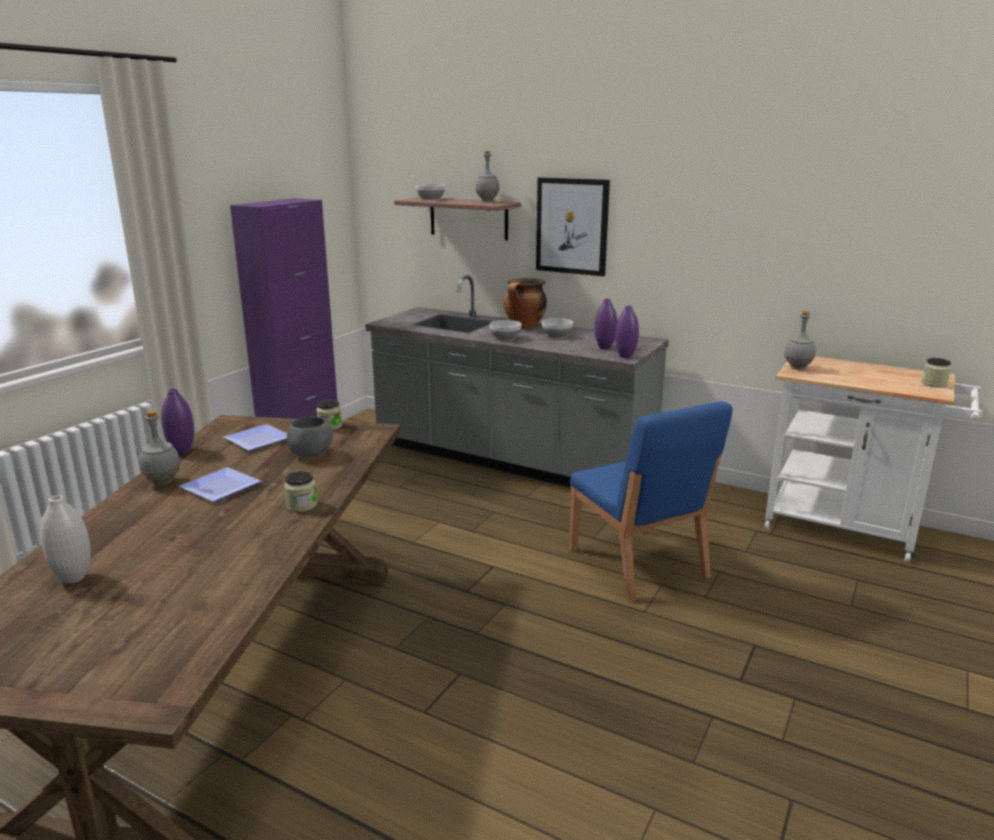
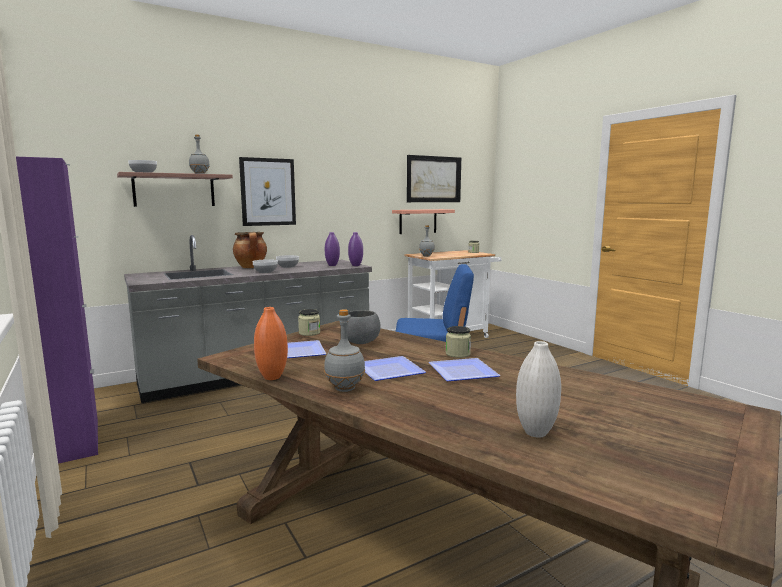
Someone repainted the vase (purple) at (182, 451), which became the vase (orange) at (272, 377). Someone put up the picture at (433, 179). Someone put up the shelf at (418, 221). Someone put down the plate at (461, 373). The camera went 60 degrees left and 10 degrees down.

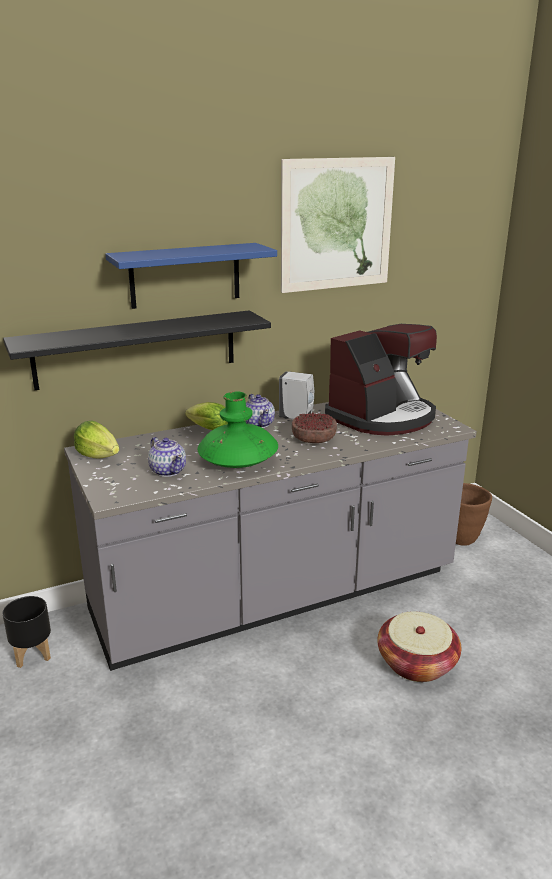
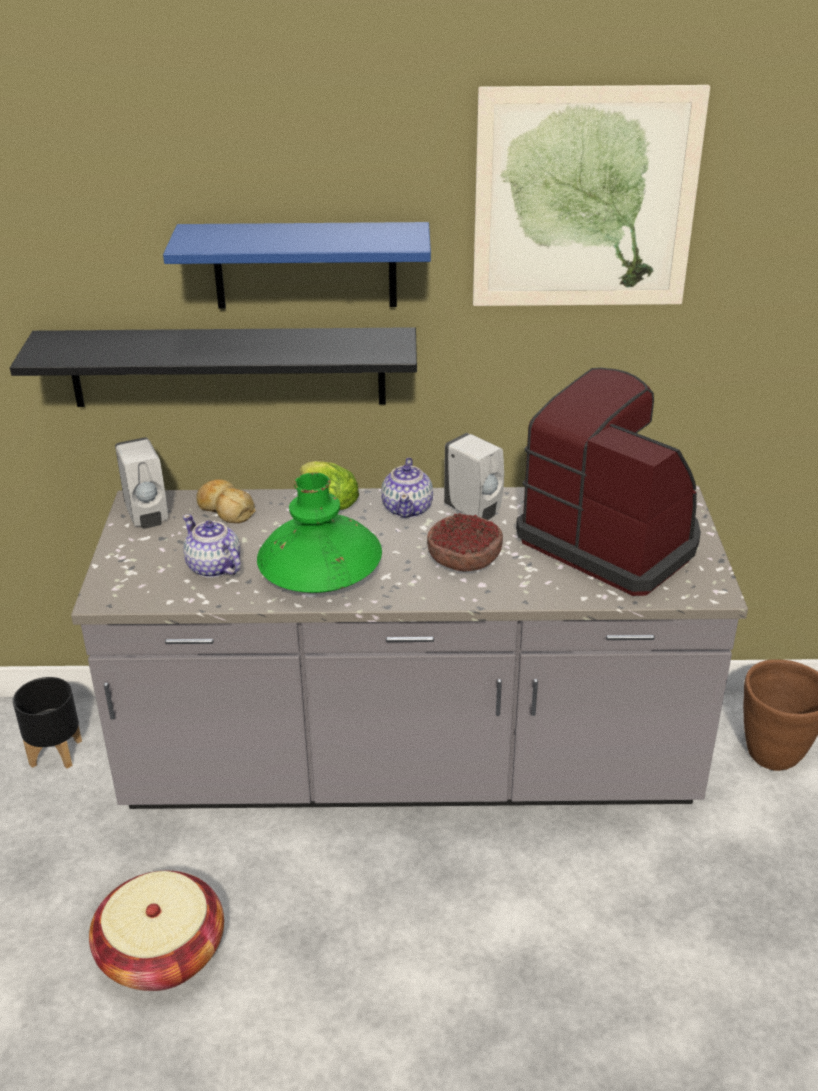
Someone rotated the coffee machine at (382, 417) by 120 degrees counterclockwise. Someone swapped the lettuce at (98, 456) for the soap dispenser (white) at (147, 517). Someone rotated the teapot at (168, 471) by 150 degrees clockwise. Someone carried the basket from (416, 663) to (162, 953). Someone put down the bread at (225, 509). The camera went 25 degrees right and 10 degrees up.

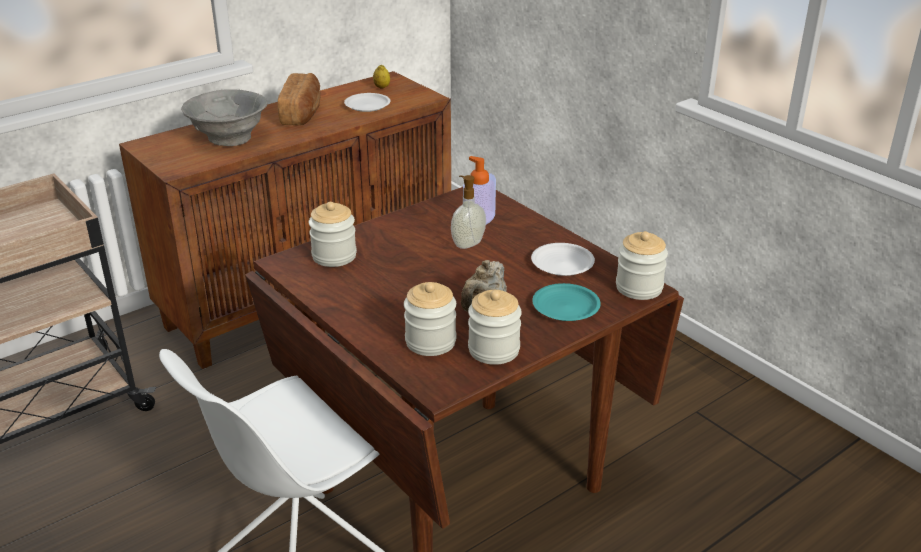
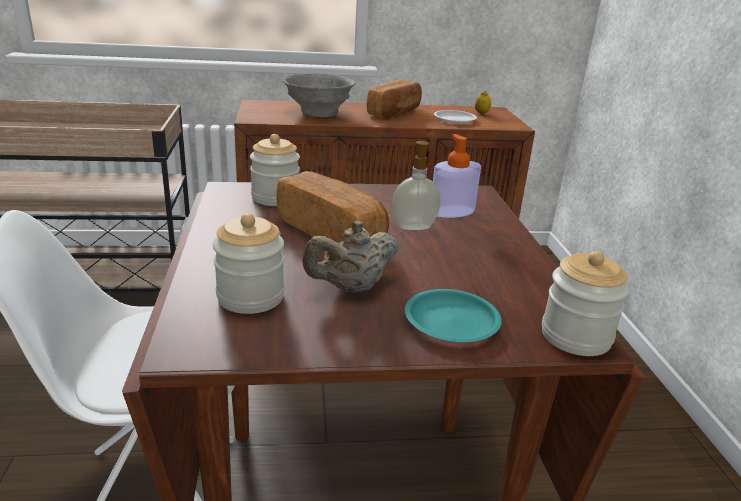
Someone took away the plate (white) at (562, 263). Someone took away the jar at (494, 350). Someone put down the bread at (332, 233). The camera went 30 degrees right and 5 degrees down.

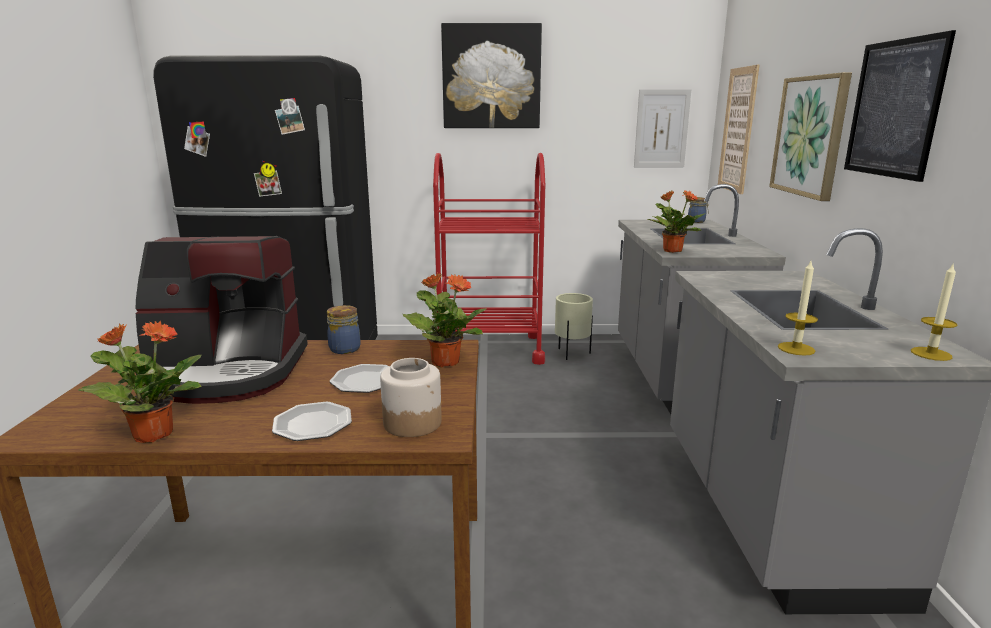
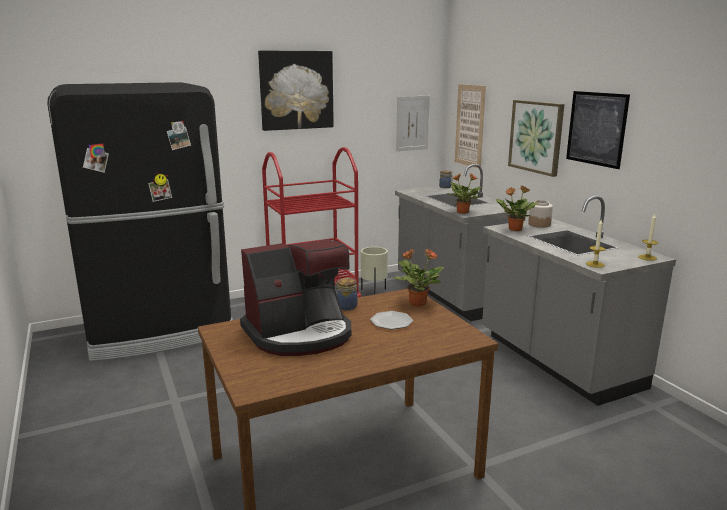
Someone carried the potted plant from (152, 434) to (514, 229). Someone carried the jar from (412, 422) to (539, 224). Someone took away the plate at (313, 424). The camera went 25 degrees left and 0 degrees up.

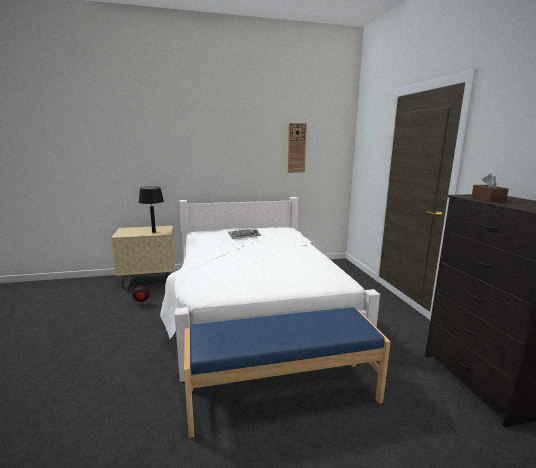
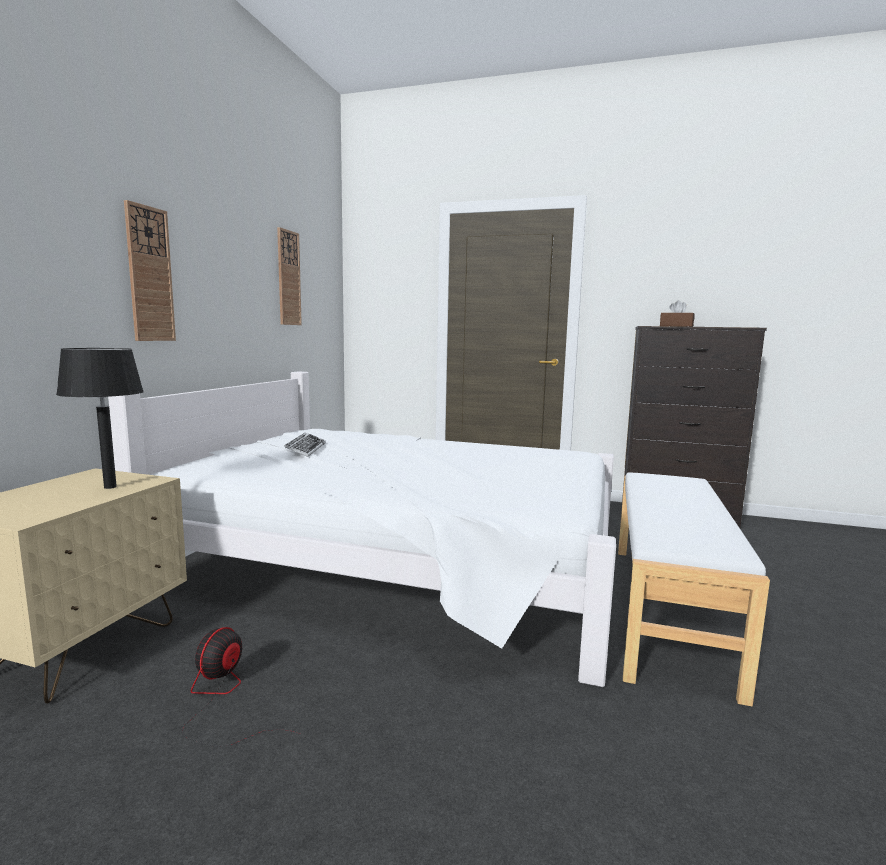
Someone repainted the bench (blue) at (282, 394), which became the bench (white) at (666, 609). Someone put up the wall clock at (149, 274). The camera went 60 degrees left and 5 degrees down.

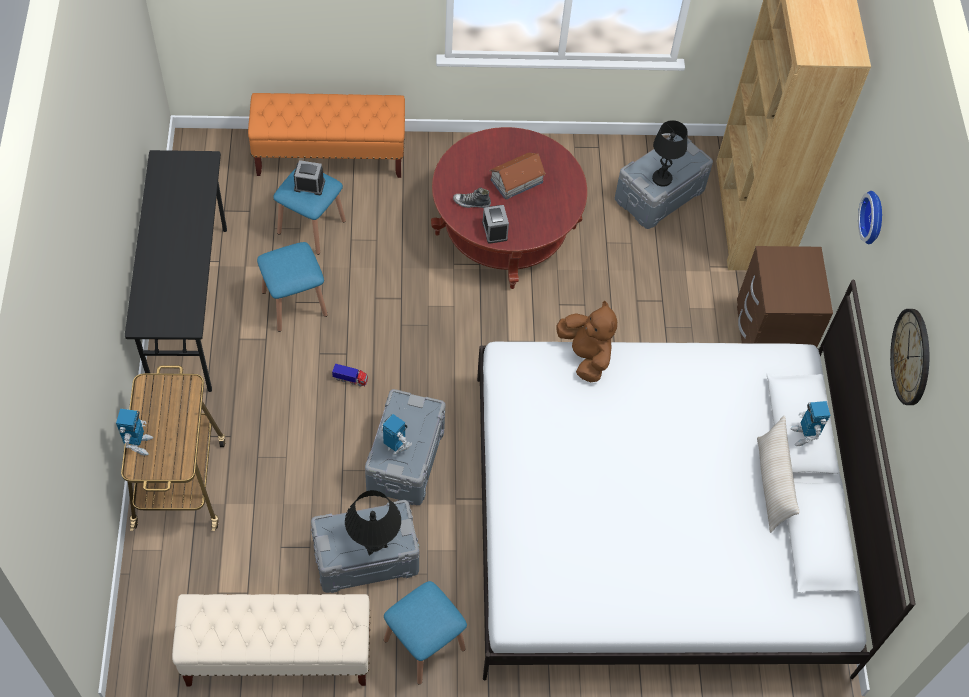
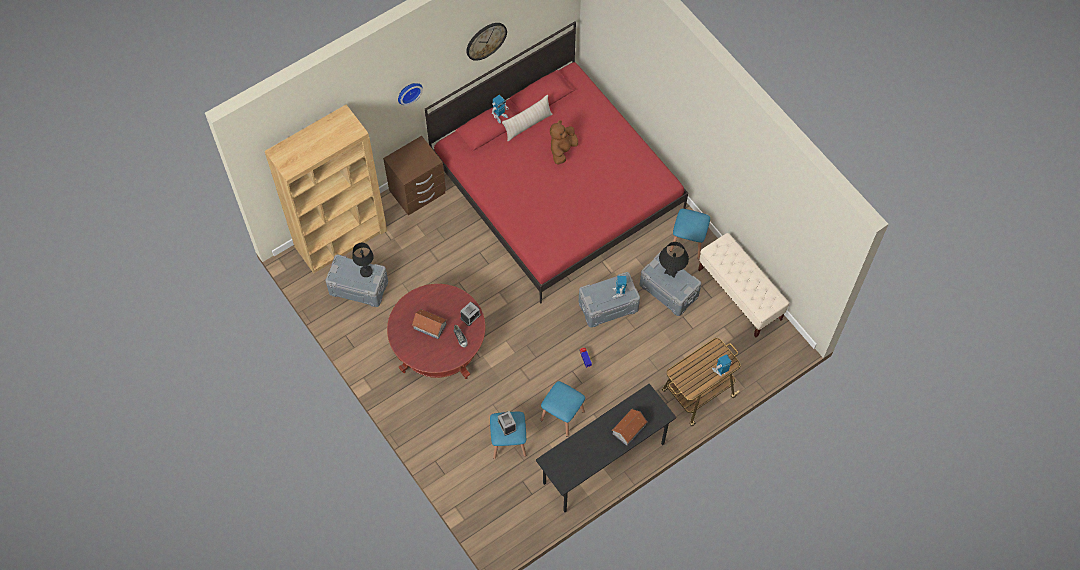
Someone took away the bench (orange) at (330, 156). Someone repainted the bed (white) at (656, 521), which became the bed (red) at (557, 187). Someone carried the plush toy (brown) from (585, 355) to (562, 150). Someone put down the toy house at (628, 429). The camera went 120 degrees left and 5 degrees up.

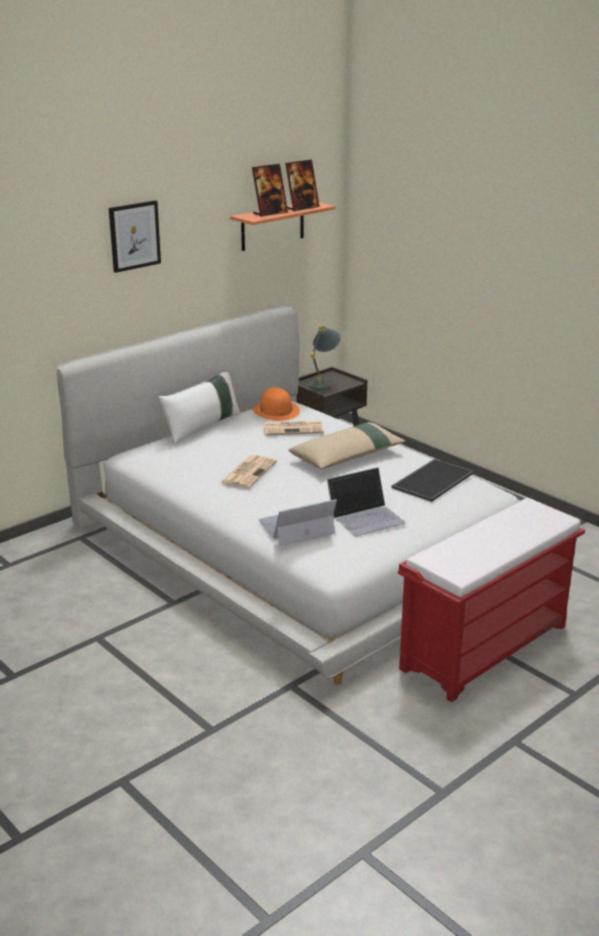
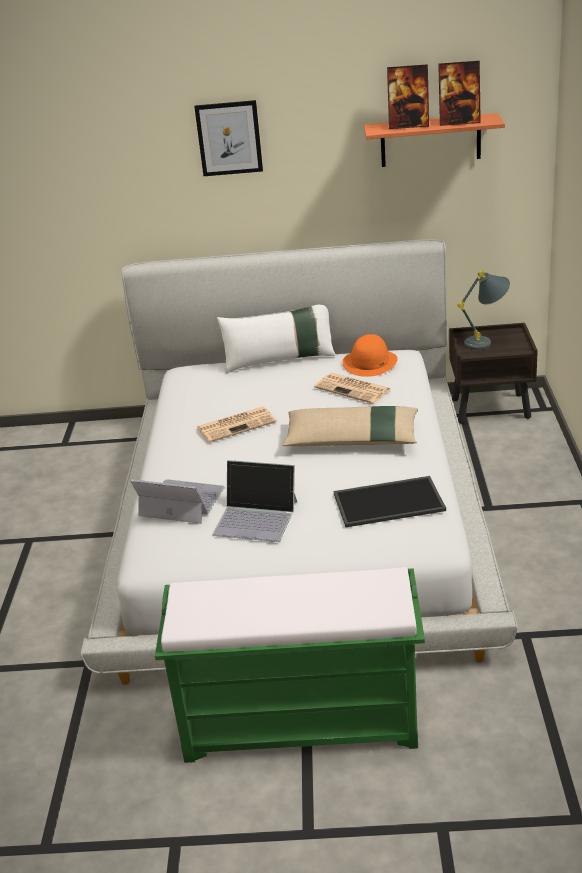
Someone repainted the bench (red) at (485, 646), which became the bench (green) at (302, 722). The camera went 45 degrees right and 5 degrees up.

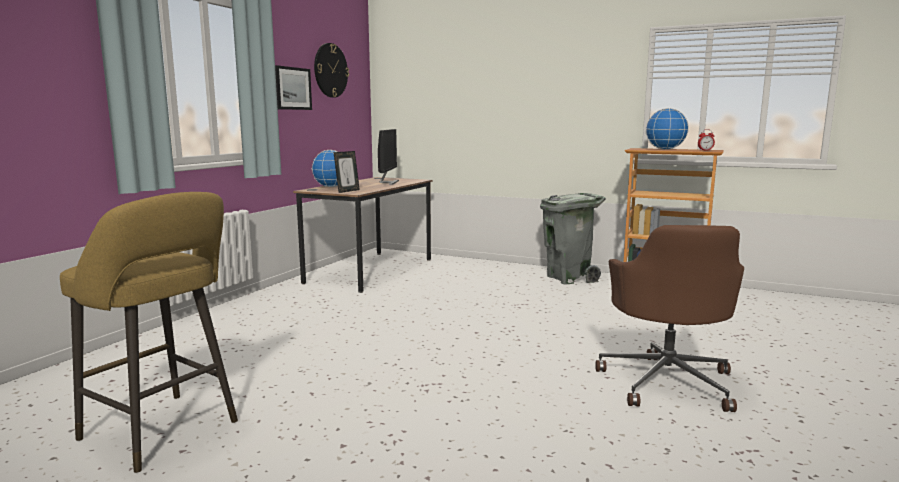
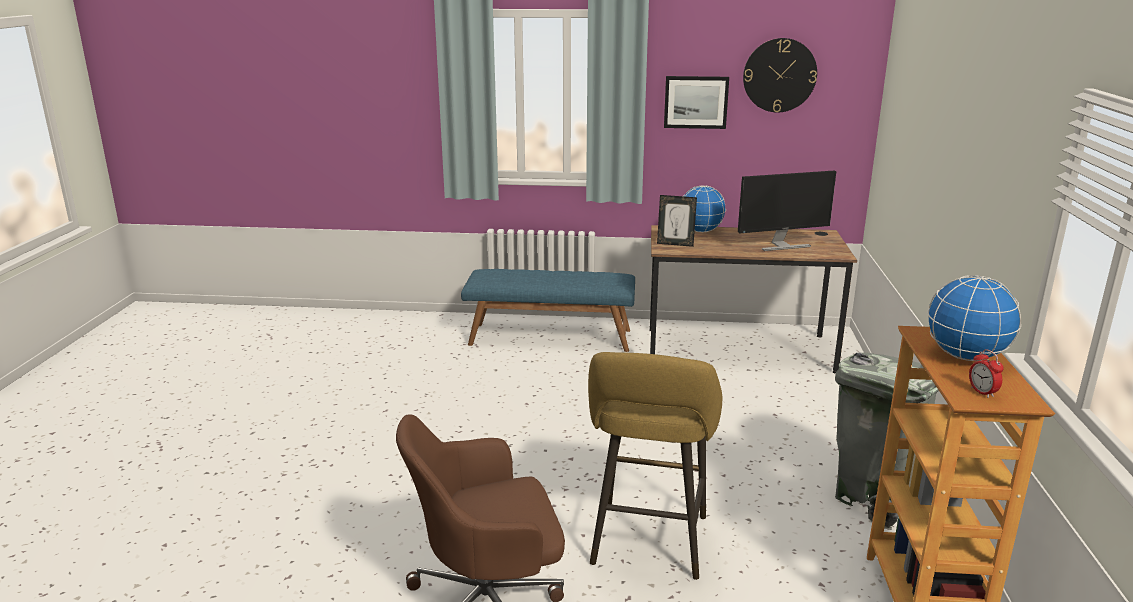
Someone carried the stool (yellow) from (164, 432) to (648, 545). Someone put down the bench (blue) at (550, 337). The camera went 70 degrees right and 10 degrees up.

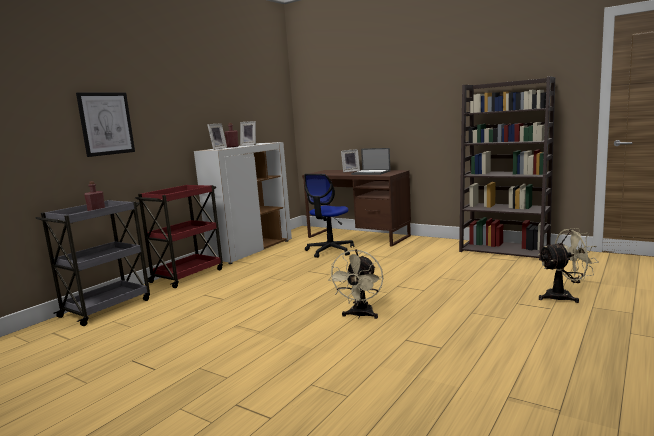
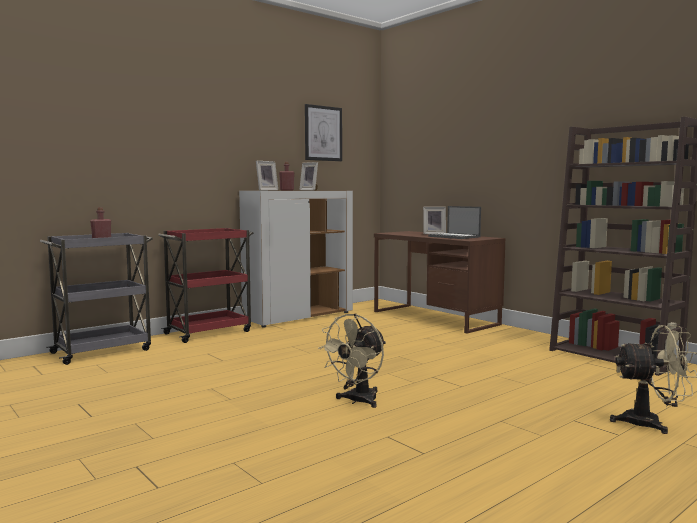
Someone carried the picture from (106, 123) to (323, 133). Someone took away the office chair at (330, 251). The camera went 15 degrees right and 5 degrees down.

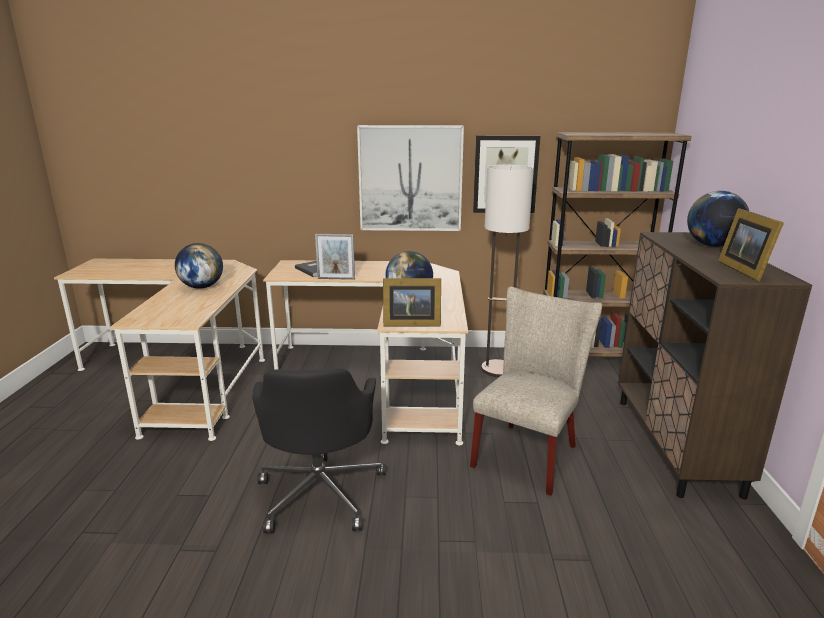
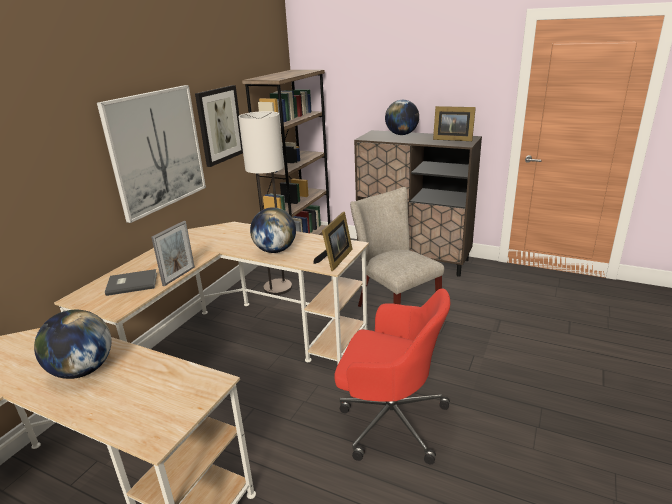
Someone repainted the office chair (black) at (321, 491), which became the office chair (red) at (390, 419). The camera went 65 degrees left and 5 degrees up.

